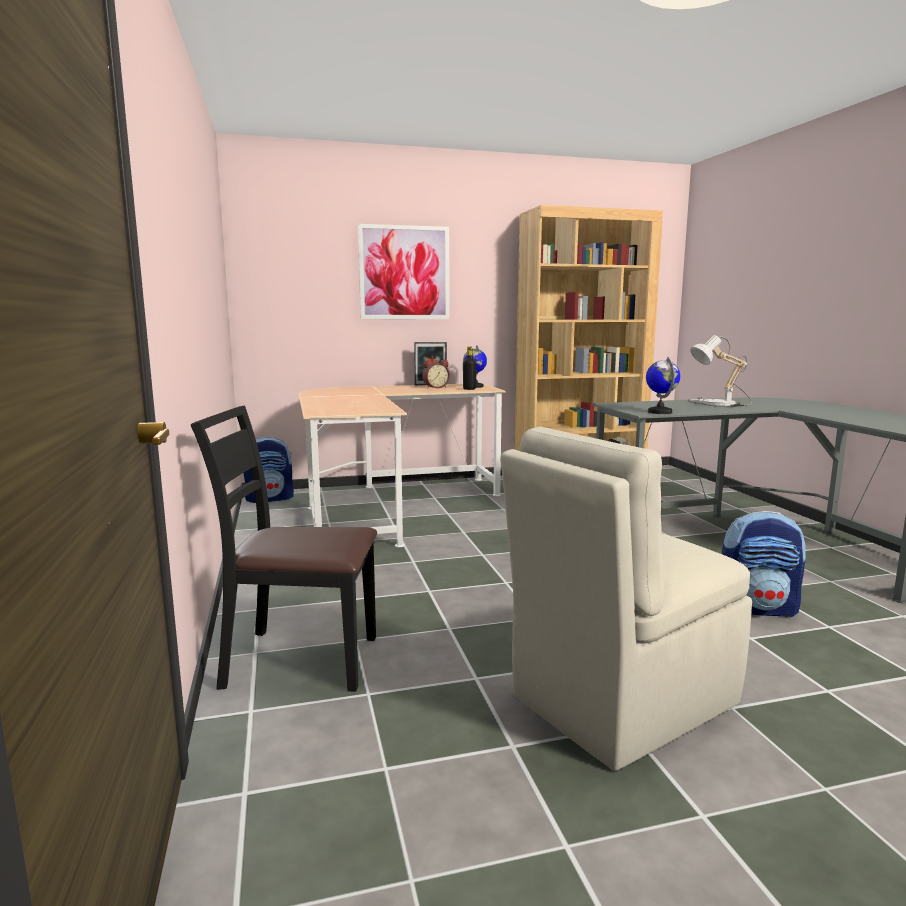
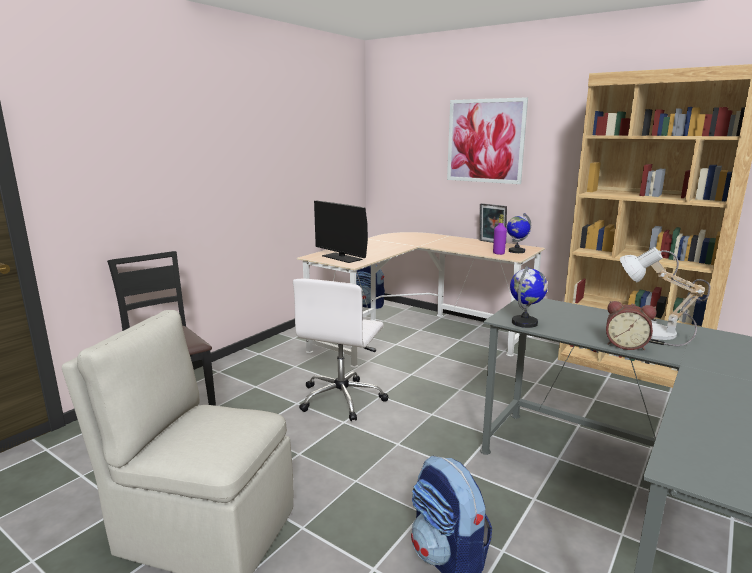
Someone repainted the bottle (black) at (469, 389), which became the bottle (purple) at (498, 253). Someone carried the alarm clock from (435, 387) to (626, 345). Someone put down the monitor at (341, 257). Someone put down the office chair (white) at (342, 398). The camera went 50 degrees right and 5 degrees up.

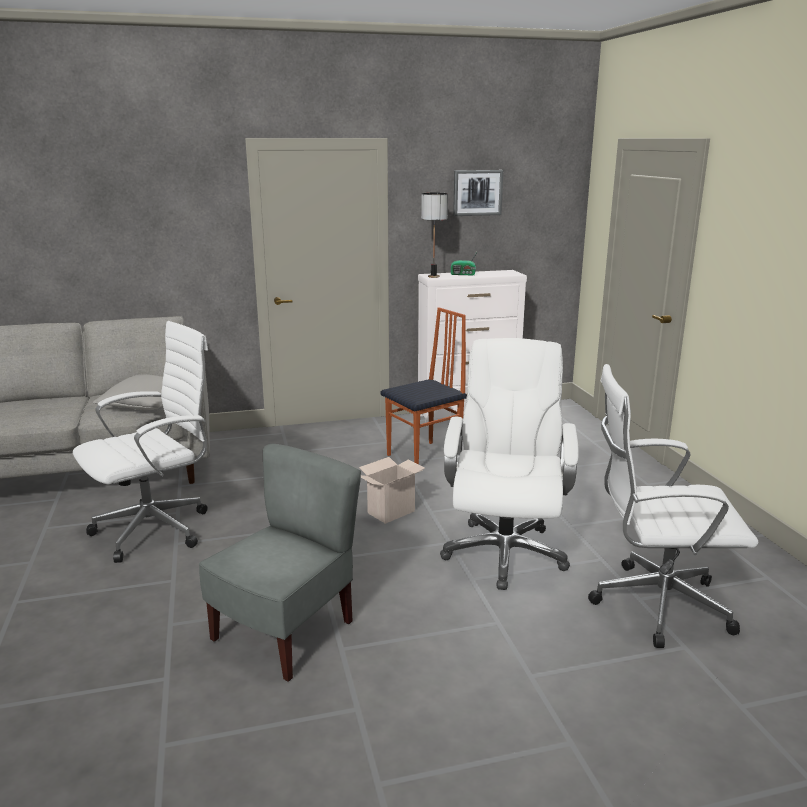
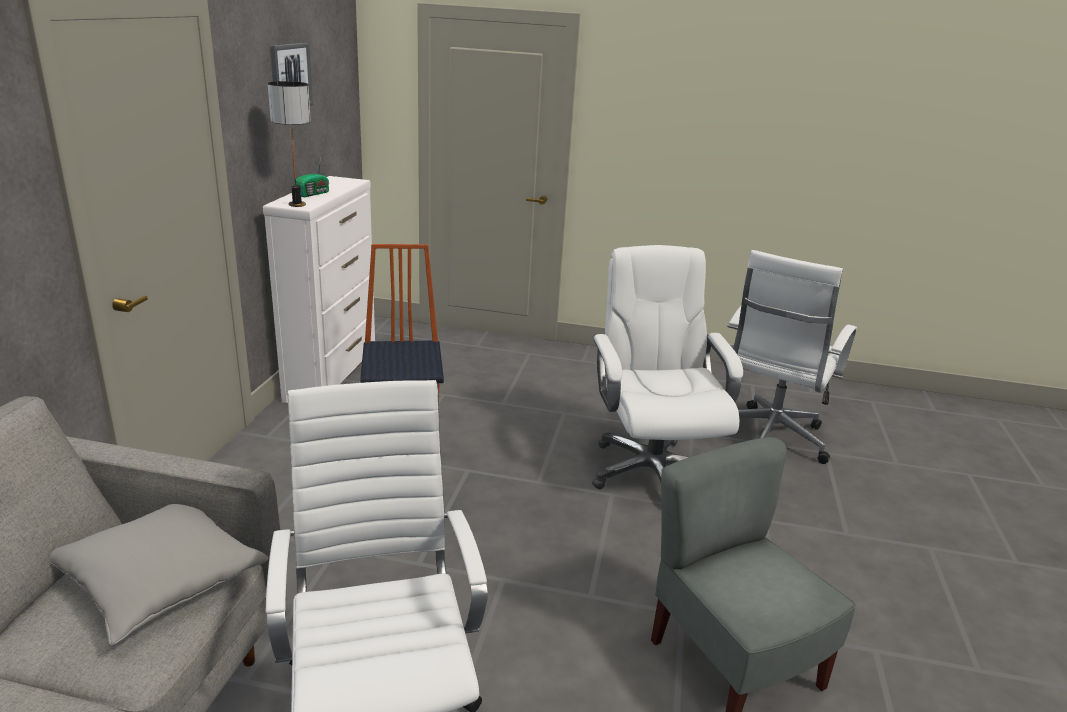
Someone rotated the office chair (white) at (504, 552) by 45 degrees clockwise. Someone took away the cardboard box at (391, 511). The camera went 65 degrees left and 5 degrees up.

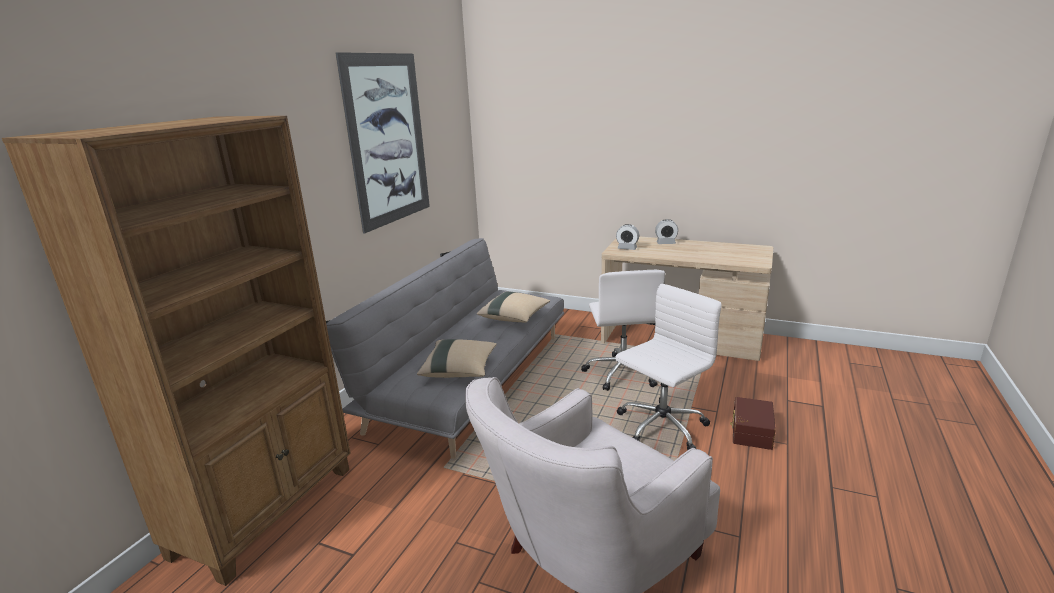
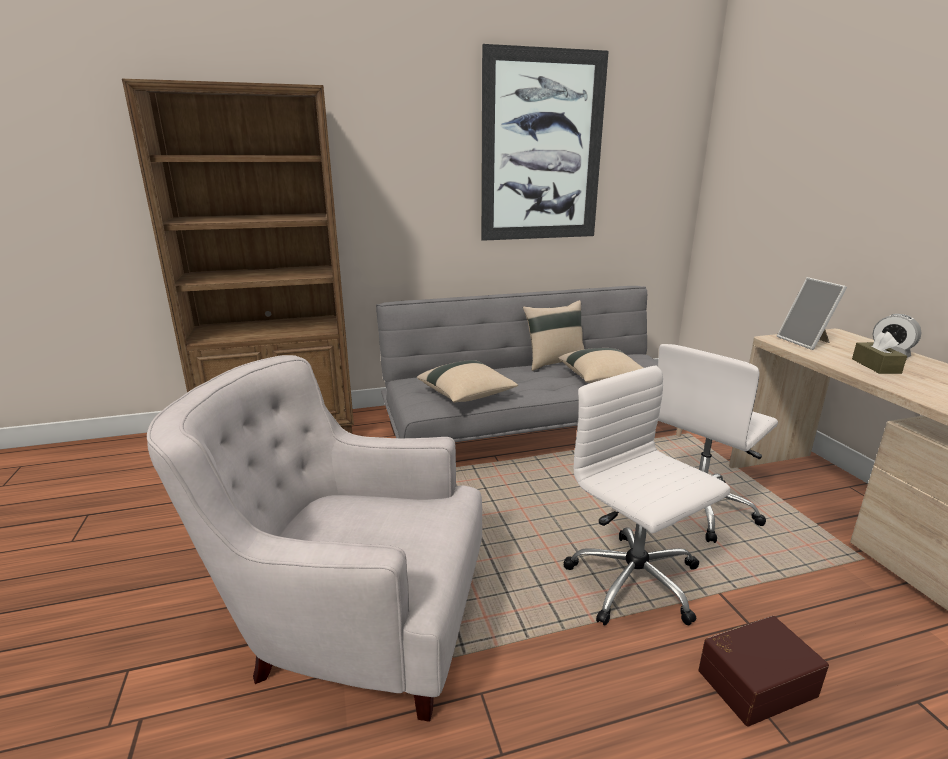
Someone swapped the alarm clock at (627, 248) for the picture frame at (806, 342). Someone rotated the office chair (white) at (660, 427) by 135 degrees counterclockwise. Someone put down the pillow (beige) at (554, 362). Someone put down the tissue box (brown) at (876, 366). The camera went 50 degrees right and 0 degrees up.

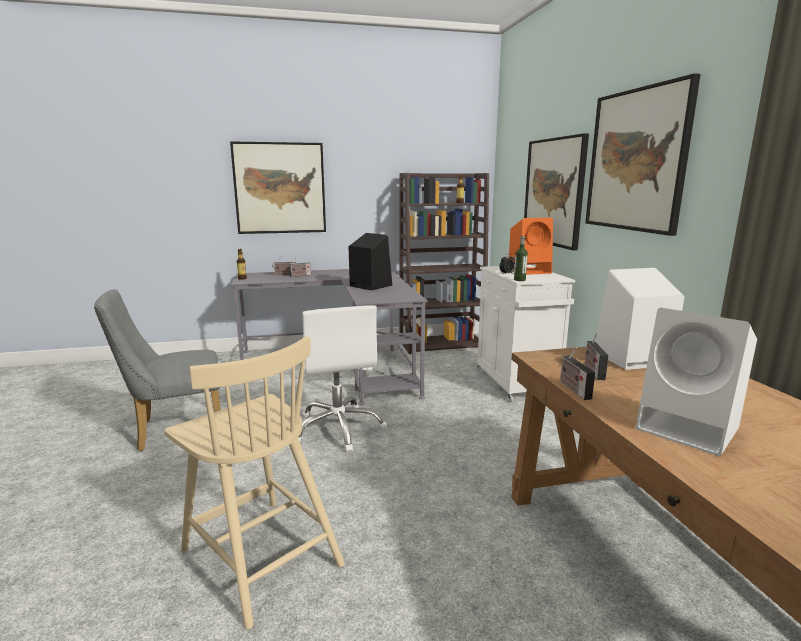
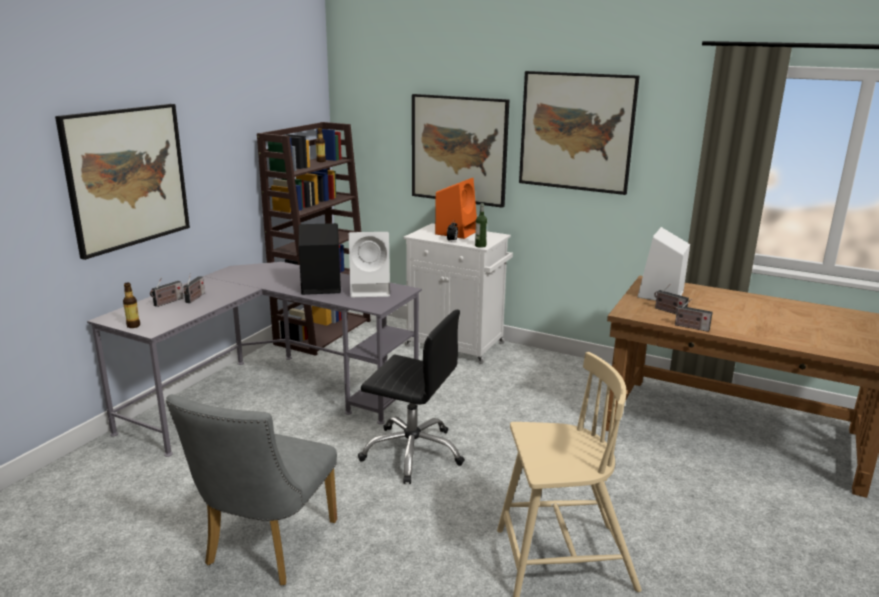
Someone repainted the office chair (white) at (339, 428), which became the office chair (black) at (412, 452). Someone carried the speaker (white) from (690, 429) to (371, 290). The camera went 50 degrees left and 5 degrees up.

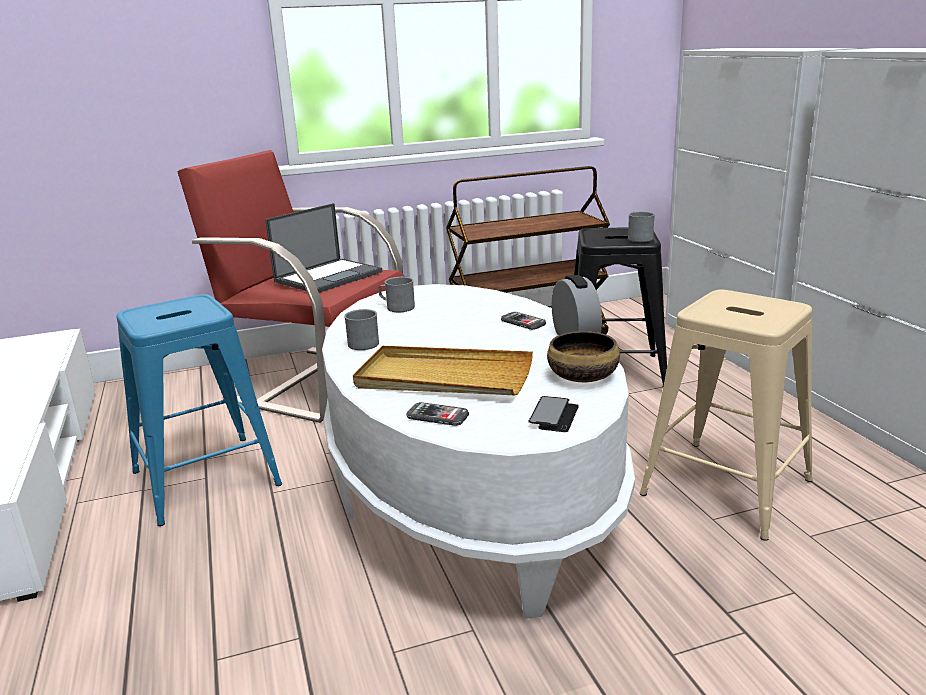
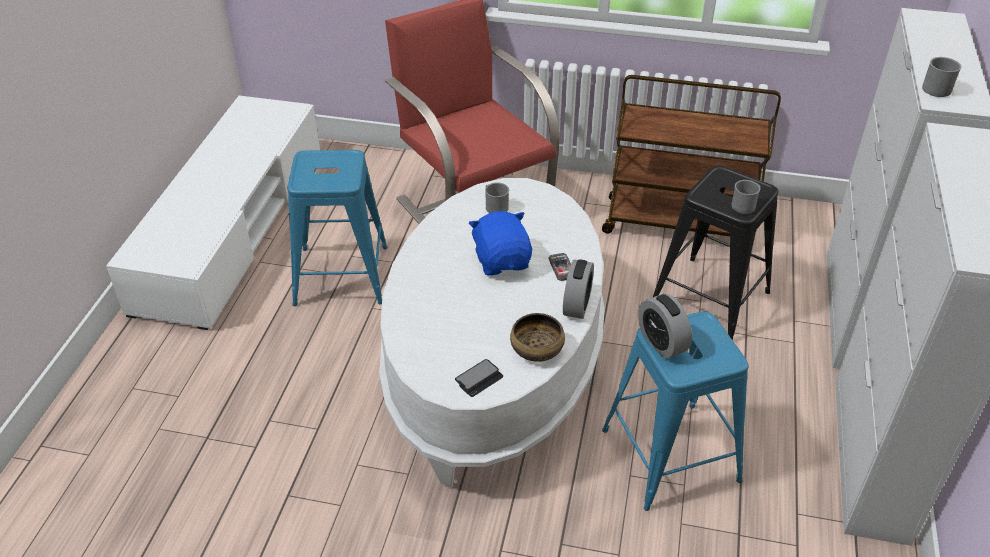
Someone took away the laptop at (329, 276). Someone repainted the stool (beige) at (725, 487), which became the stool (blue) at (669, 454). Someone carried the mug (grey) from (362, 342) to (935, 87). Someone took away the tray (beige) at (443, 378). Someone took away the phone at (437, 416). Someone put down the plush toy (blue) at (502, 261). Someone put down the alarm clock at (661, 342). The camera went 30 degrees right and 20 degrees up.

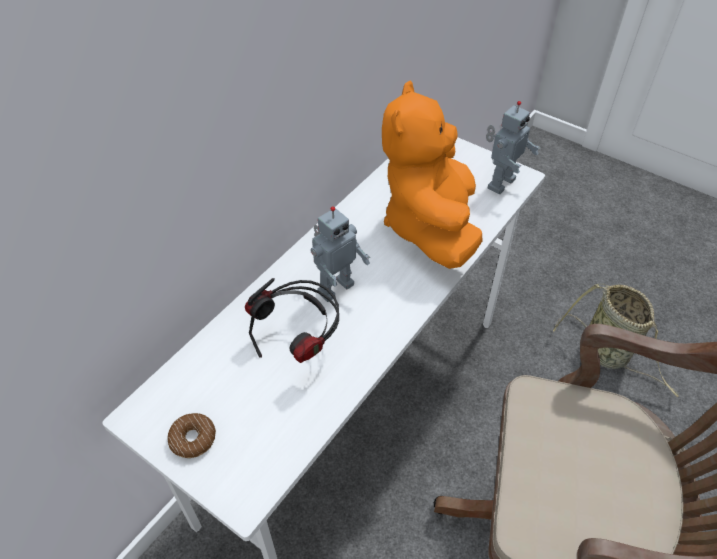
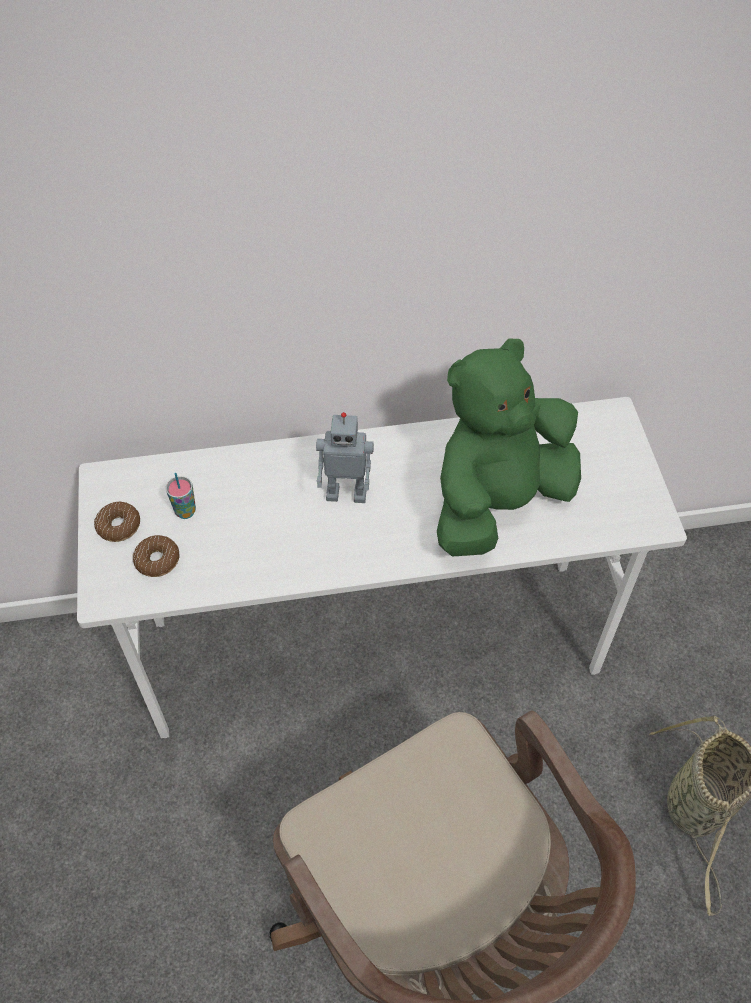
Someone repainted the plush toy (orange) at (430, 226), which became the plush toy (green) at (497, 502). Someone took away the toy robot at (499, 183). Someone took away the headphones at (300, 344). Someone put down the cup at (185, 511). Someone put down the donut at (157, 560). The camera went 45 degrees right and 5 degrees up.

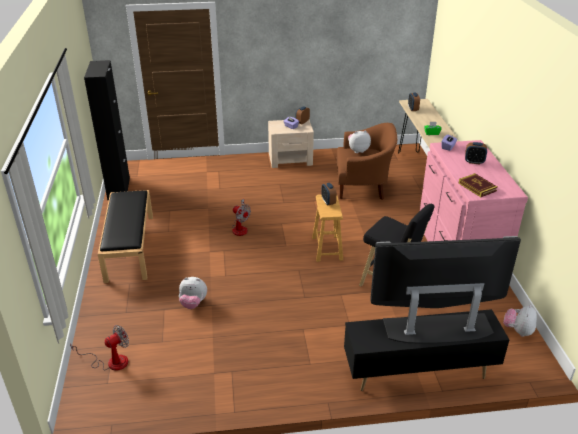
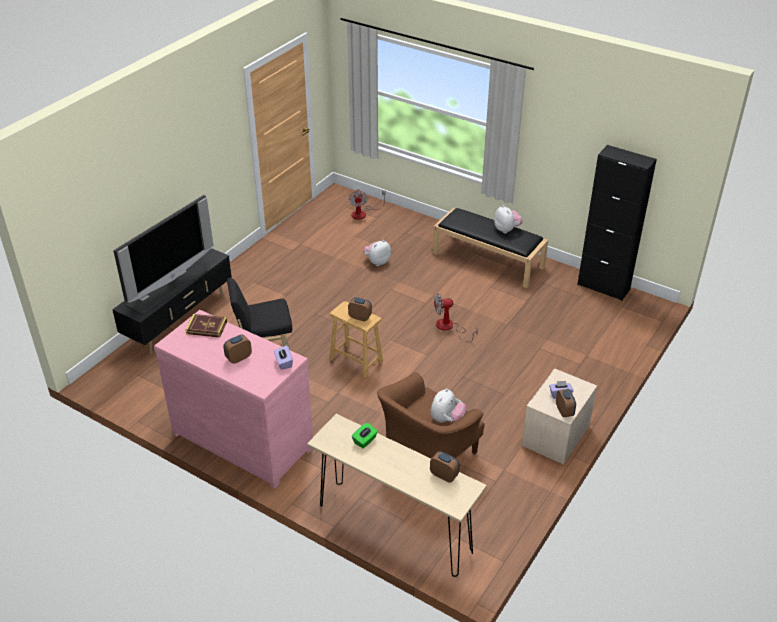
Someone carried the plush toy from (518, 331) to (506, 230). The camera went 130 degrees right and 5 degrees up.

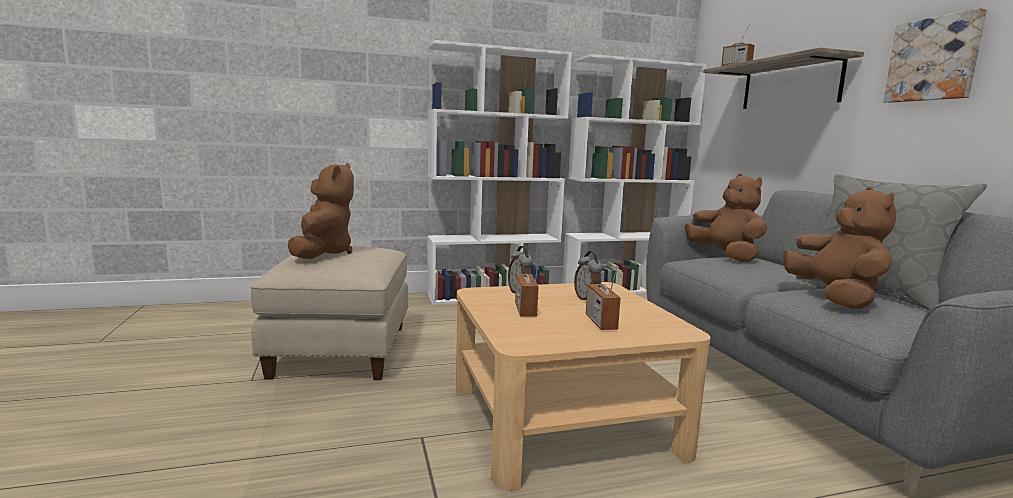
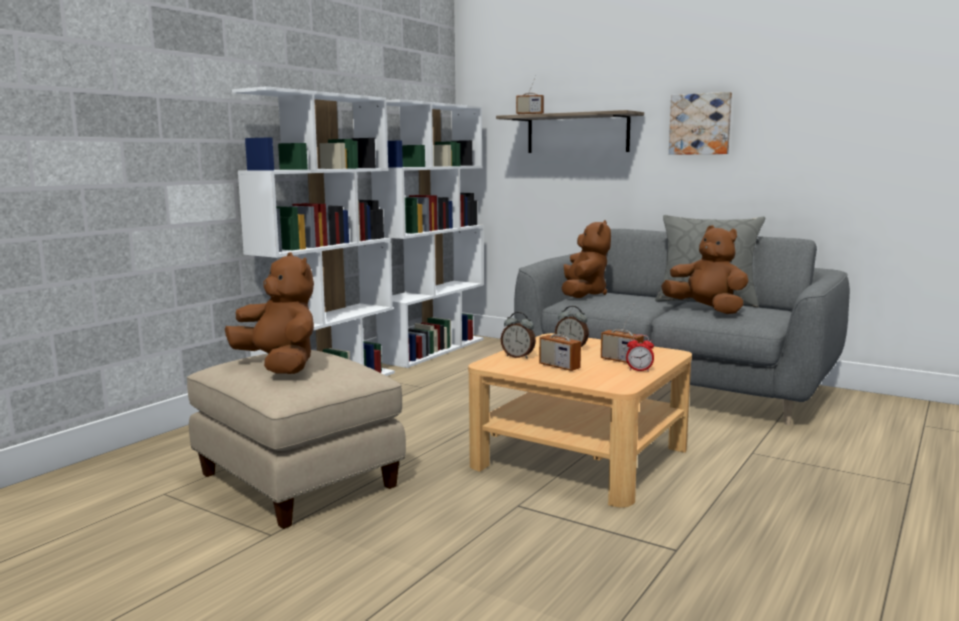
Someone rotated the plush toy (brown) at (725, 256) by 75 degrees clockwise. Someone put down the alarm clock at (639, 370). The camera went 40 degrees left and 0 degrees up.

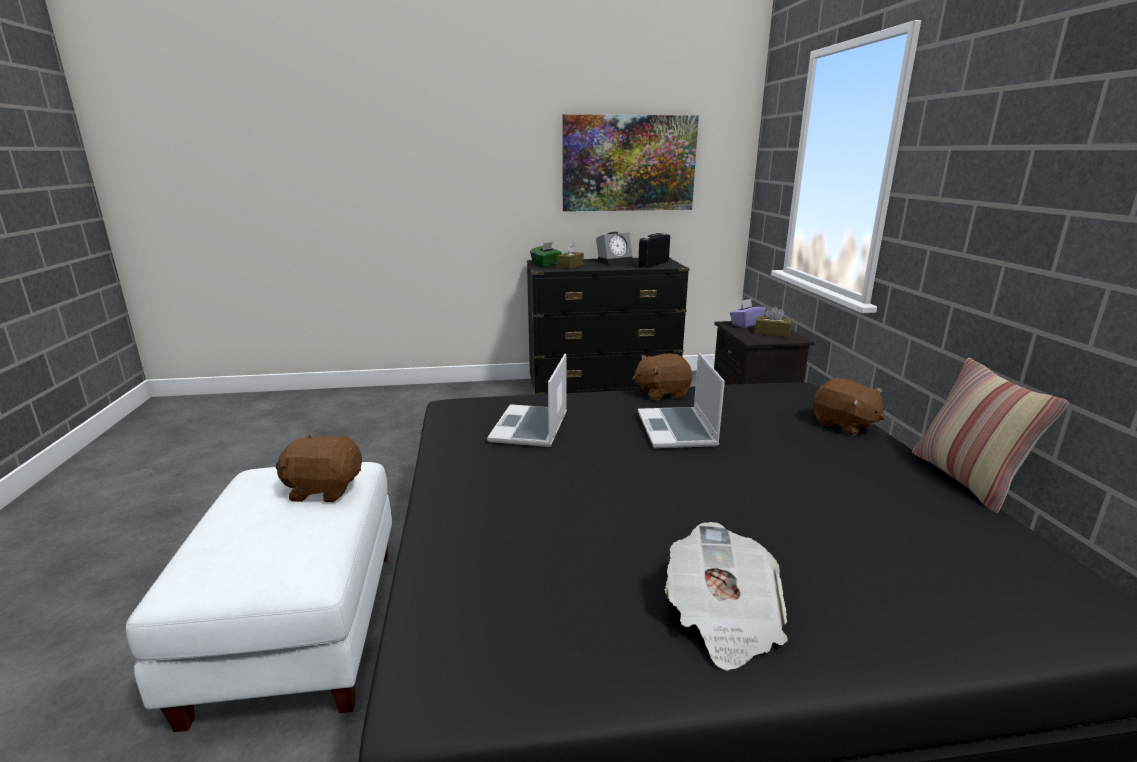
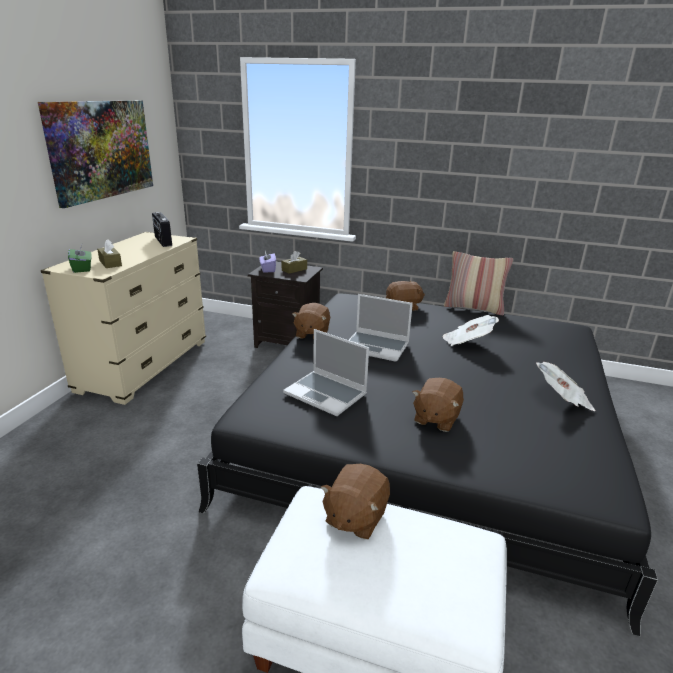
Someone took away the alarm clock at (615, 261). Someone repainted the dresser (black) at (602, 387), which became the dresser (beige) at (145, 365). Someone put down the newspaper at (467, 342). Someone put down the plush toy (brown) at (435, 418). The camera went 65 degrees left and 5 degrees up.

